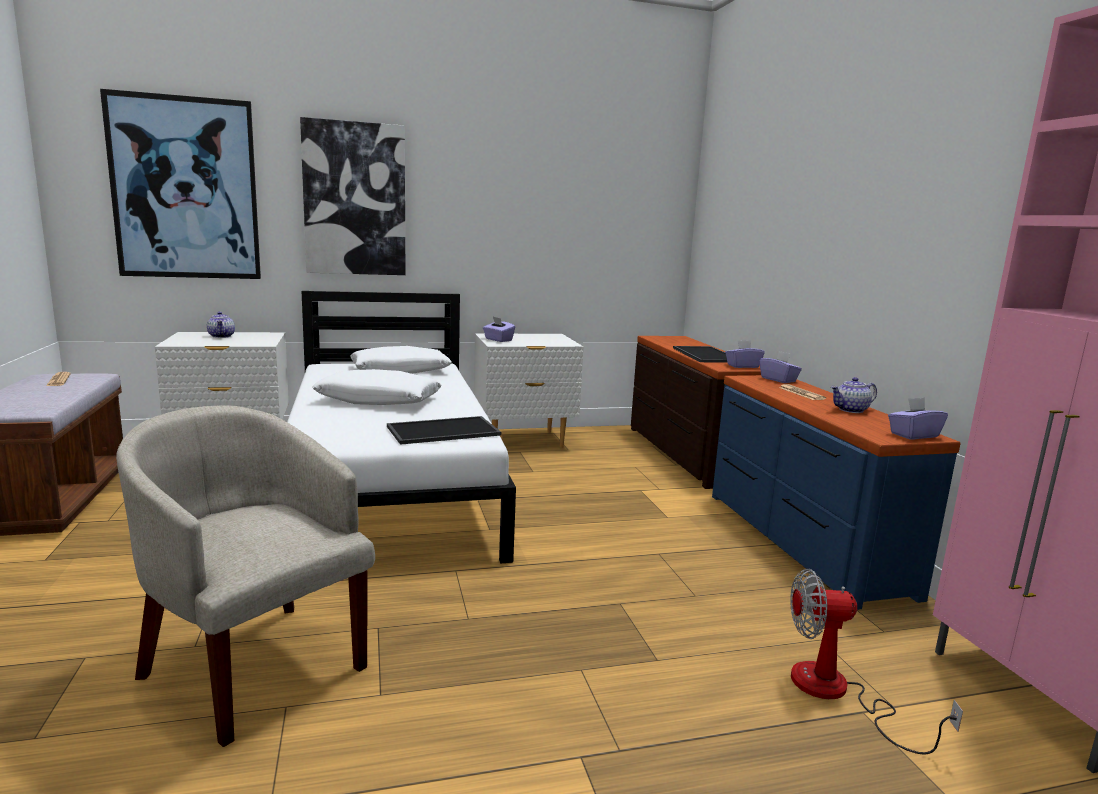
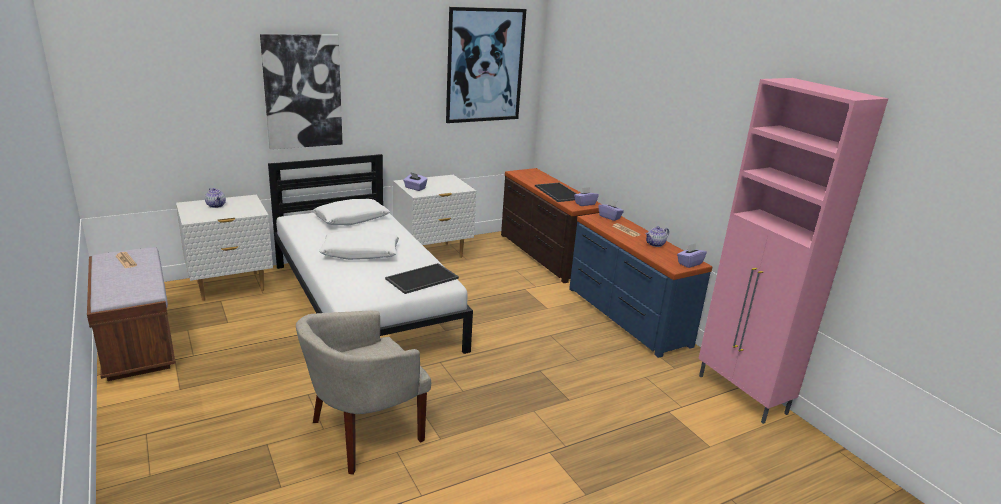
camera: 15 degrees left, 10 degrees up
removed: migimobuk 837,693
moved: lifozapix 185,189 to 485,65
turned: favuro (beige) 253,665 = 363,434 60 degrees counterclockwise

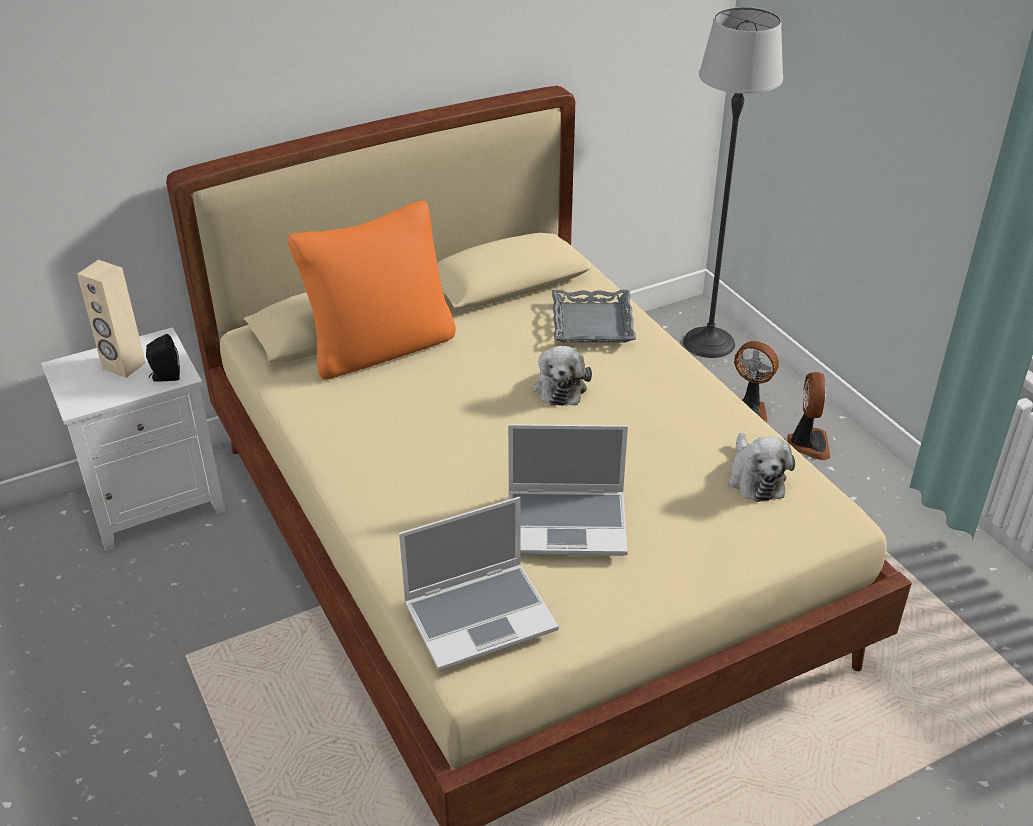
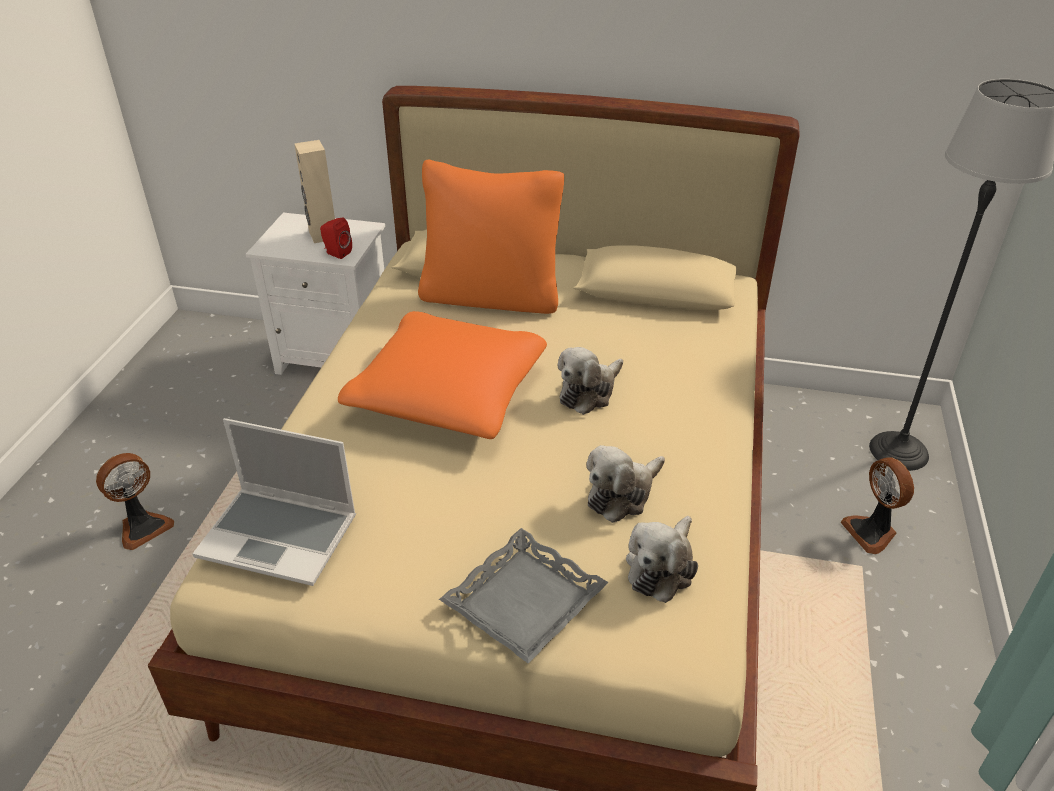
camera: 40 degrees right, 0 degrees up
removed: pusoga 568,523
added: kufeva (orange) 449,394; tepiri 622,494
moved: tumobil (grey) 593,323 to 525,602; migimobuk 807,444 to 143,527
recoloured: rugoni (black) 165,376 to rugoni (red) 336,253

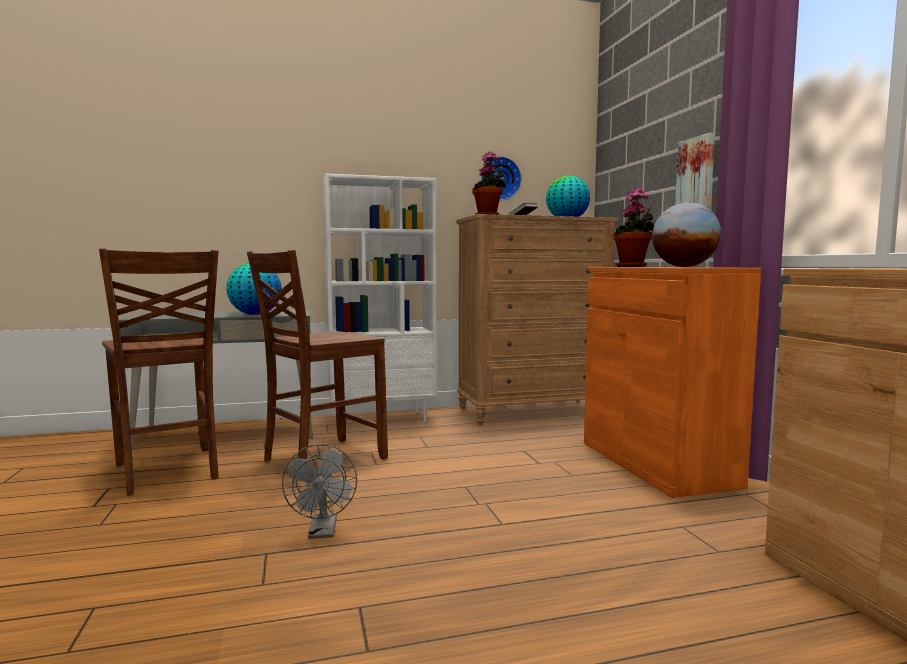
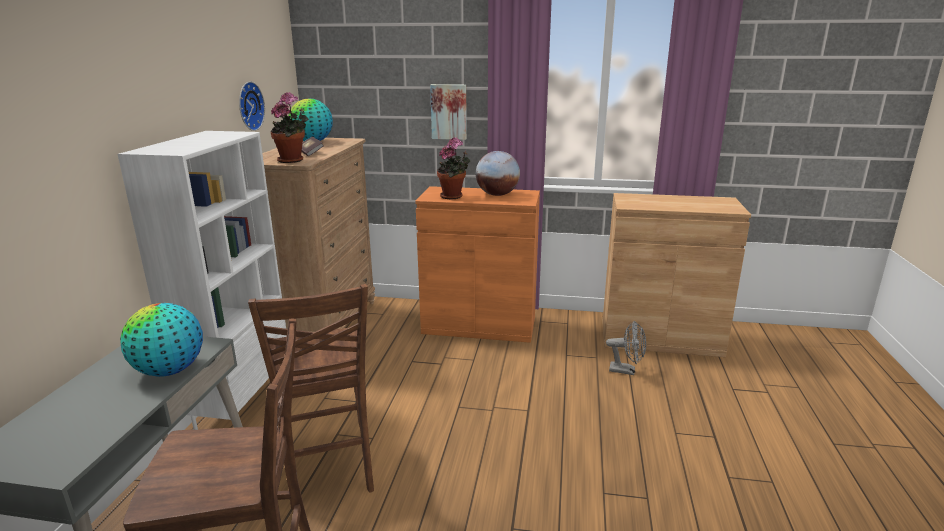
camera: 65 degrees left, 15 degrees up
moved: migimobuk (grey) 323,532 to 626,370

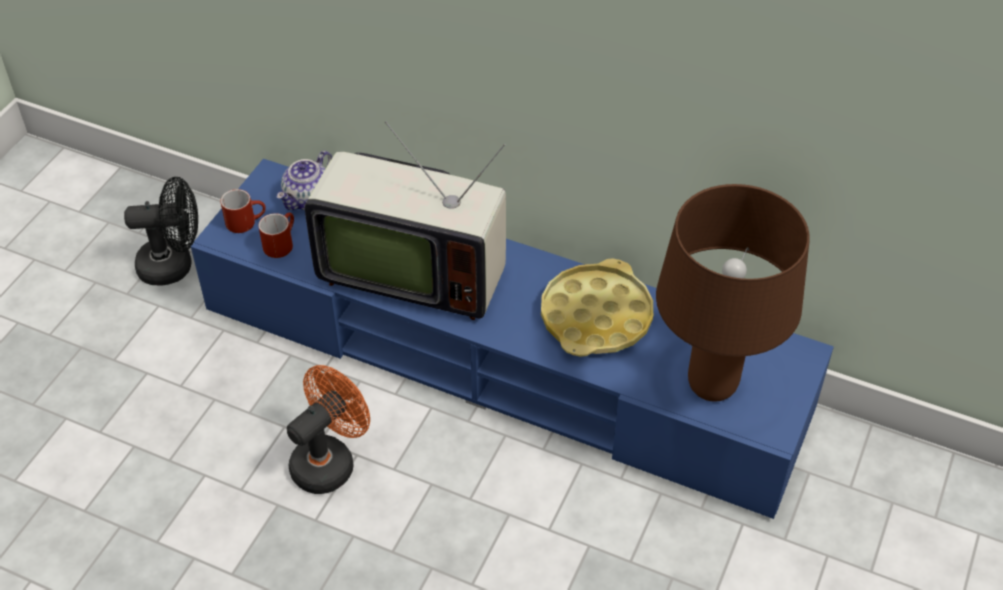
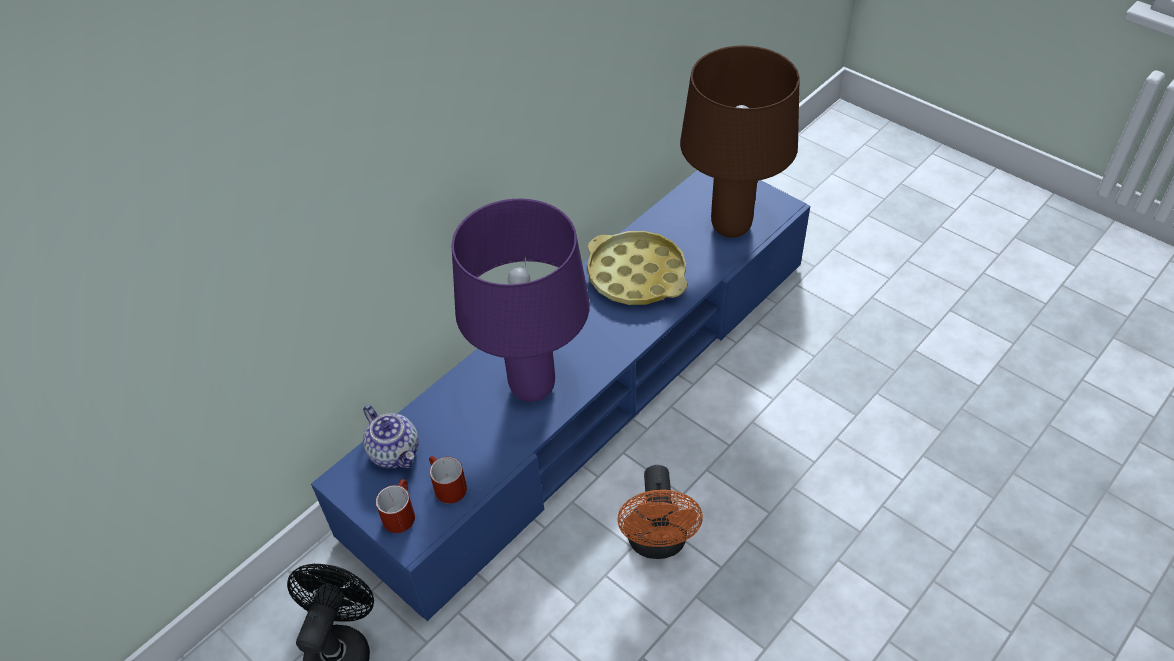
camera: 70 degrees left, 0 degrees up
replaced: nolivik 412,271 to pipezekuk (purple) 532,387
turned: migimobuk (orange) 330,460 = 658,543 150 degrees counterclockwise

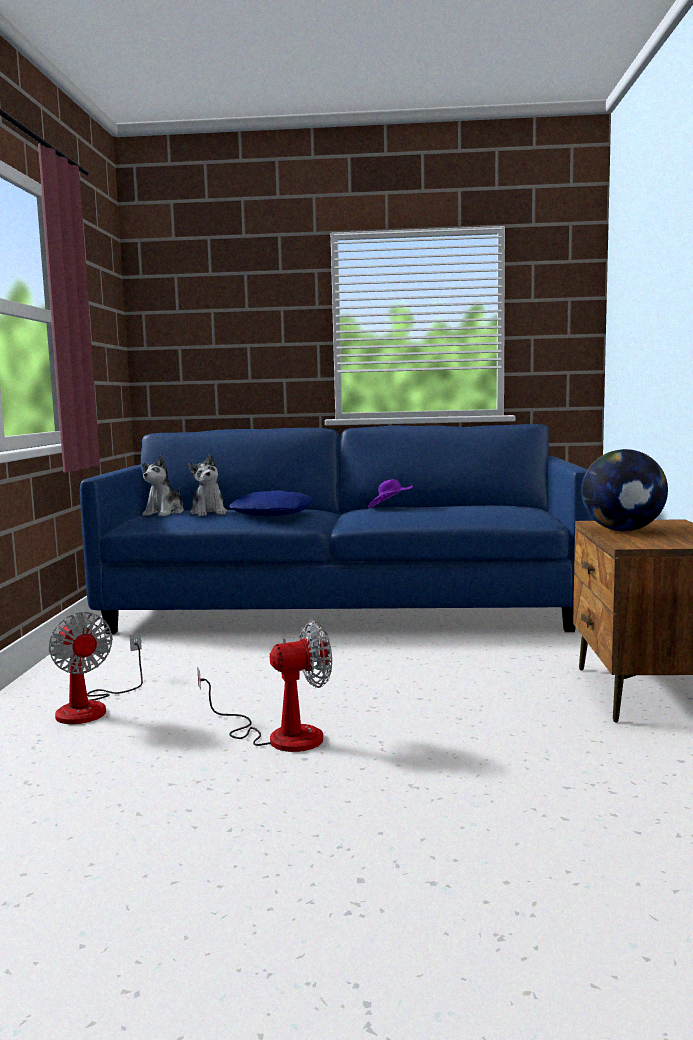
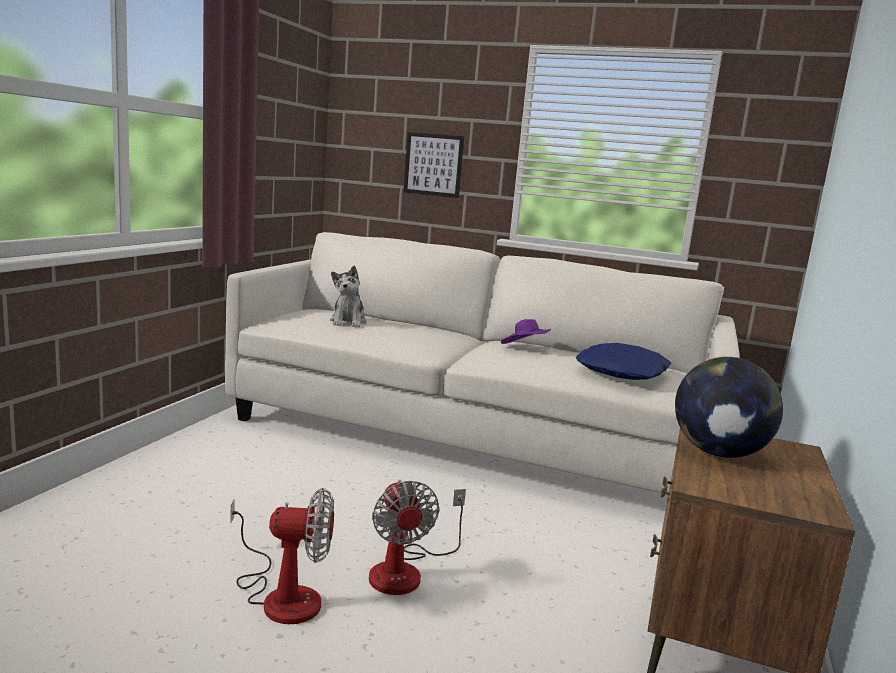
camera: 15 degrees right, 5 degrees up
removed: tepiri 165,513
added: lifozapix 433,165
moved: kufeva (blue) 273,513 to 623,372; migimobuk 92,707 to 407,570
recoloured: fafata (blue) 341,609 to fafata (white) 468,437

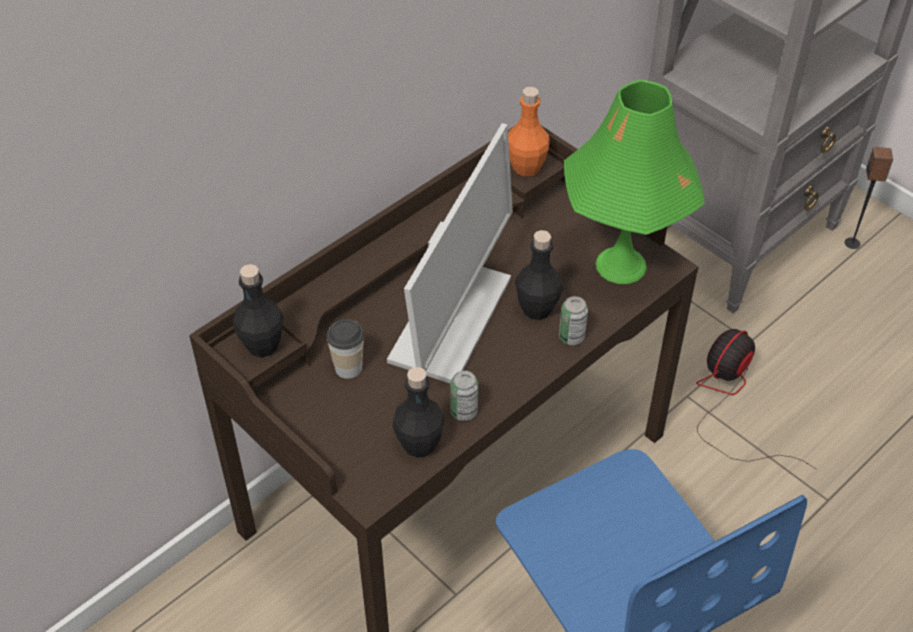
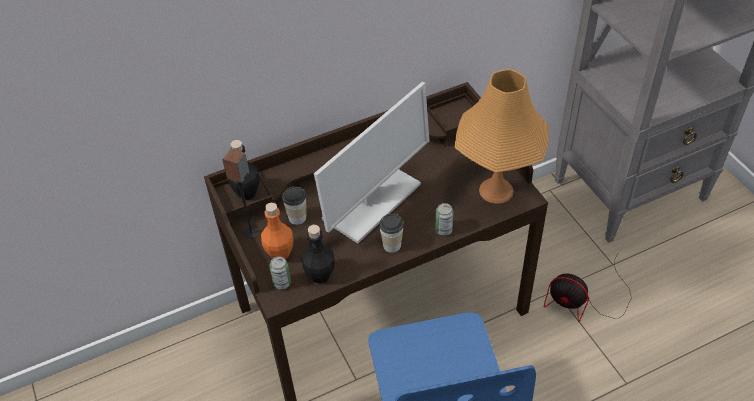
camera: 20 degrees right, 0 degrees up
removed: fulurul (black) 537,309
added: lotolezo 392,245
moved: fulurul (orange) 526,167 to 280,253; rugoni 852,243 to 251,233; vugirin 464,411 to 282,283
recoloured: pipezekuk (green) 621,265 to pipezekuk (orange) 496,191
turned: migimobuk 731,402 = 583,301 120 degrees counterclockwise

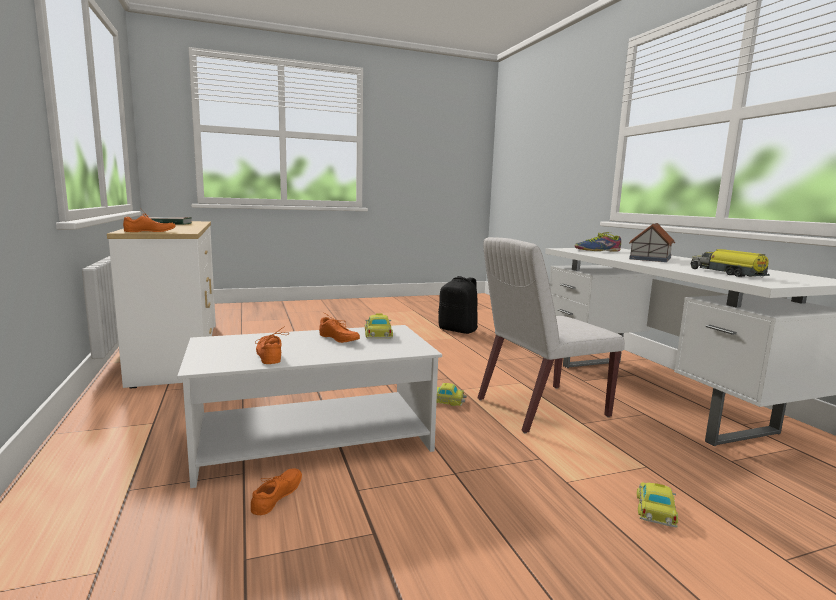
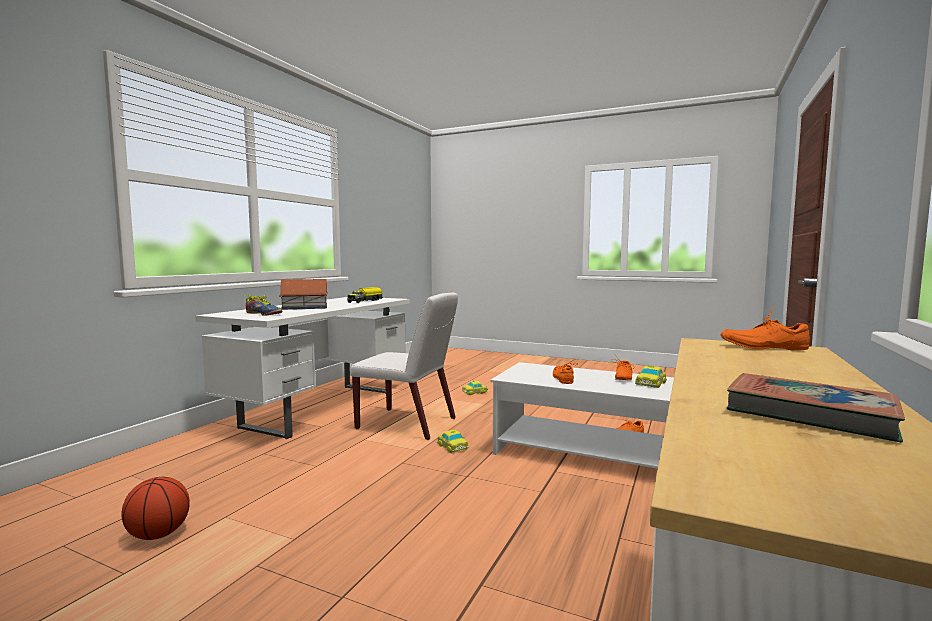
camera: 135 degrees left, 5 degrees down
moved: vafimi 378,334 to 651,383
replaced: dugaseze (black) 458,330 to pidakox 158,535

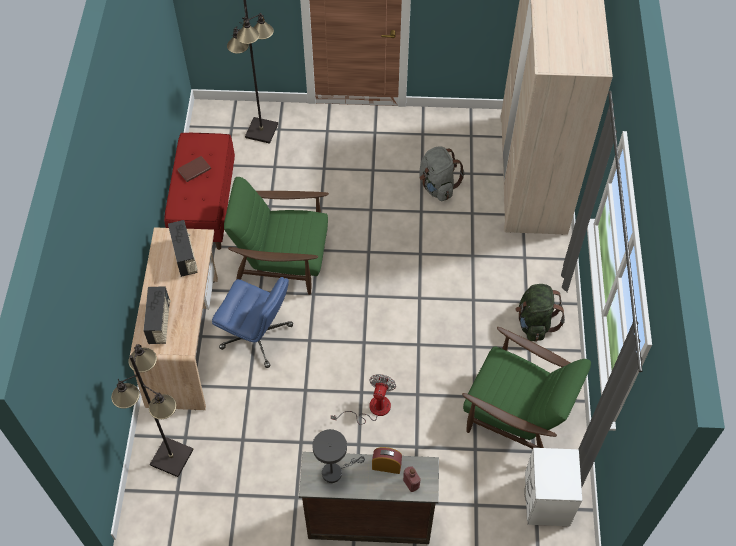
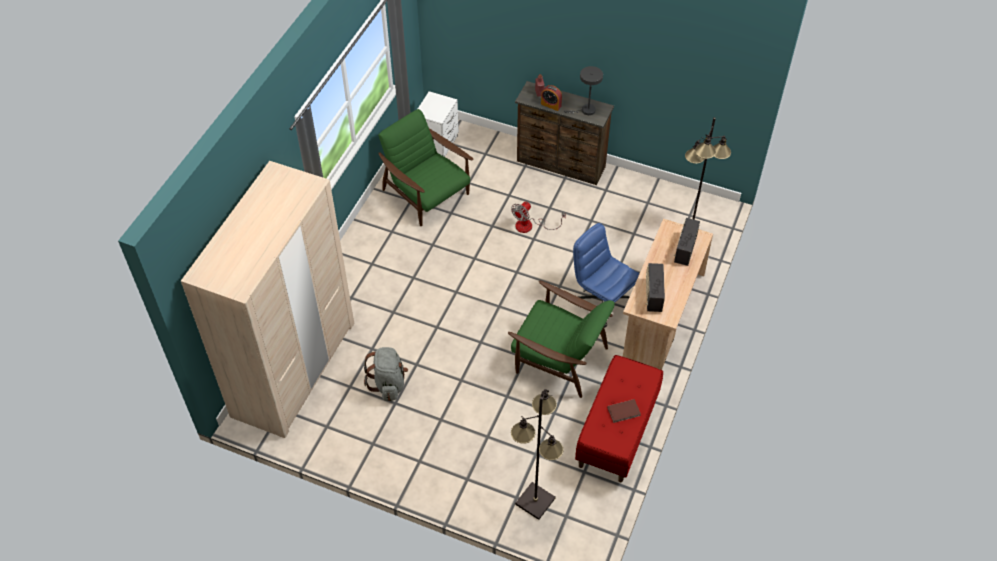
camera: 160 degrees left, 5 degrees down
removed: dugaseze (green) 534,322

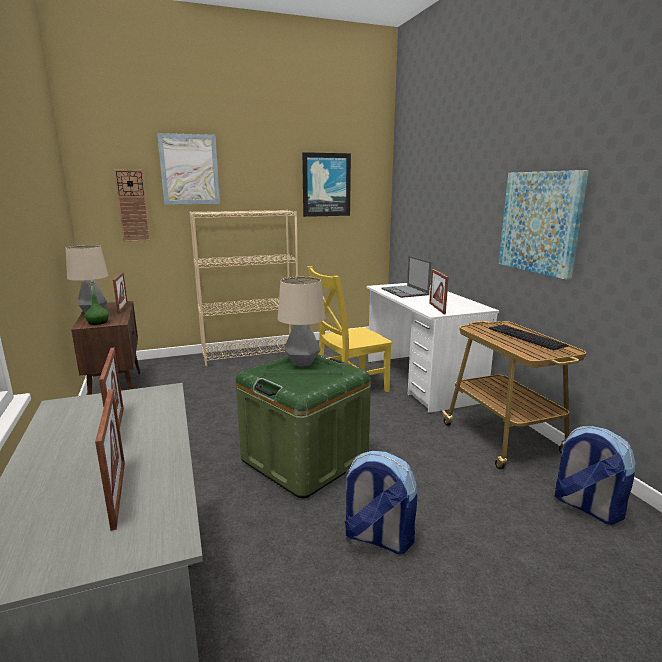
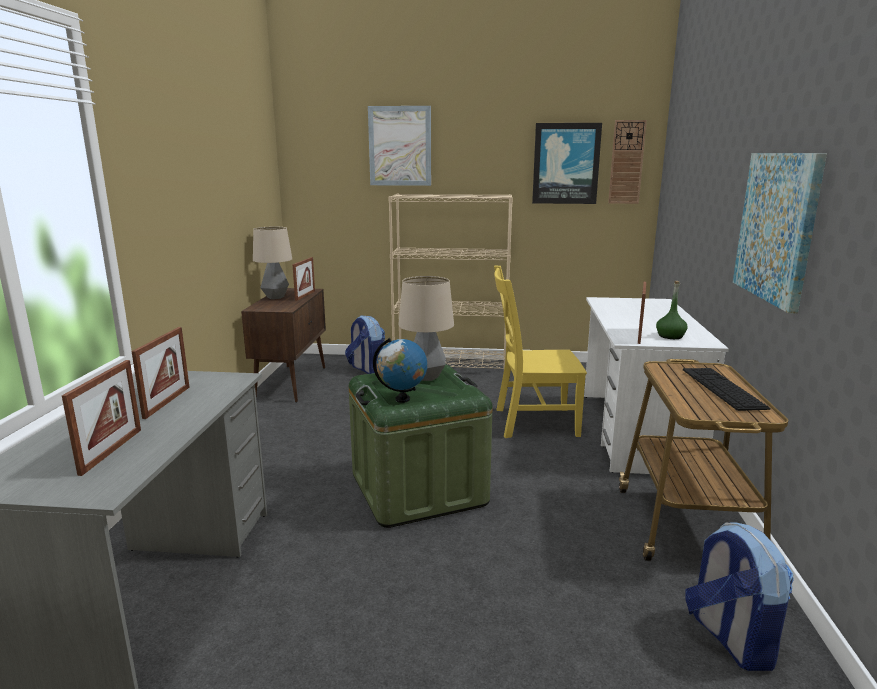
camera: 25 degrees right, 0 degrees up
removed: pusoga 405,292
added: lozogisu 402,399
moved: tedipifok 133,206 to 626,162; fulurul (green) 98,322 to 670,336; dugaseze 377,538 to 367,369

